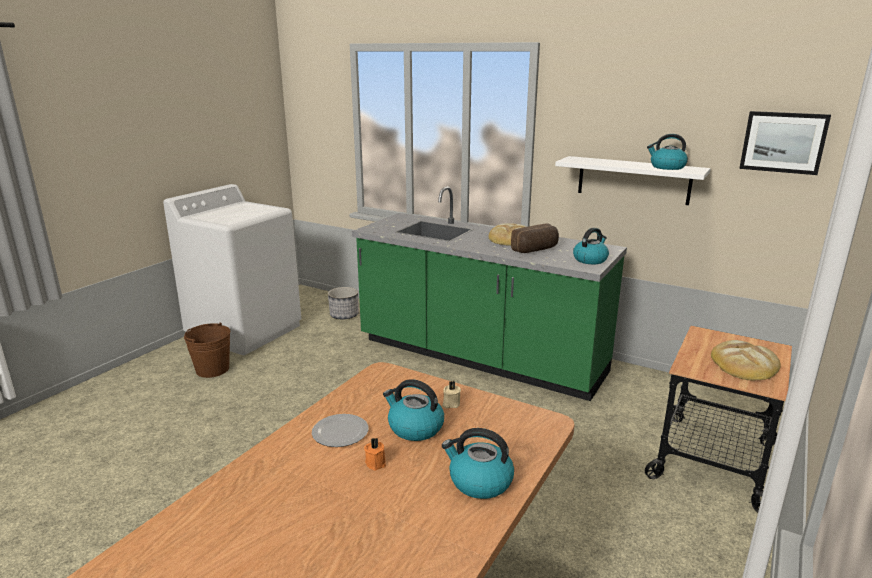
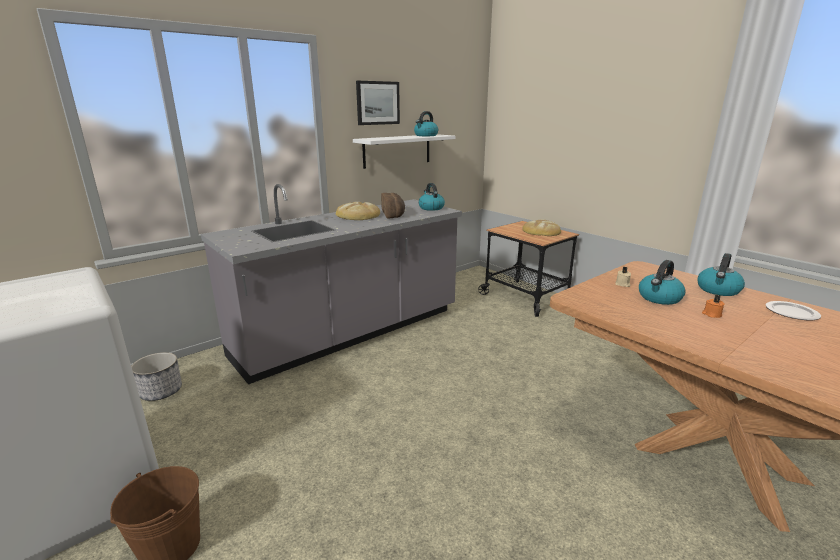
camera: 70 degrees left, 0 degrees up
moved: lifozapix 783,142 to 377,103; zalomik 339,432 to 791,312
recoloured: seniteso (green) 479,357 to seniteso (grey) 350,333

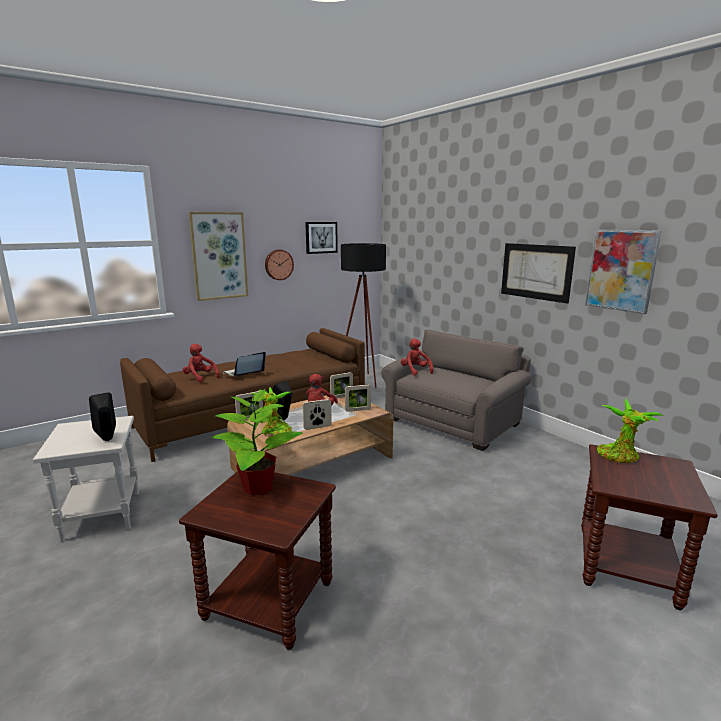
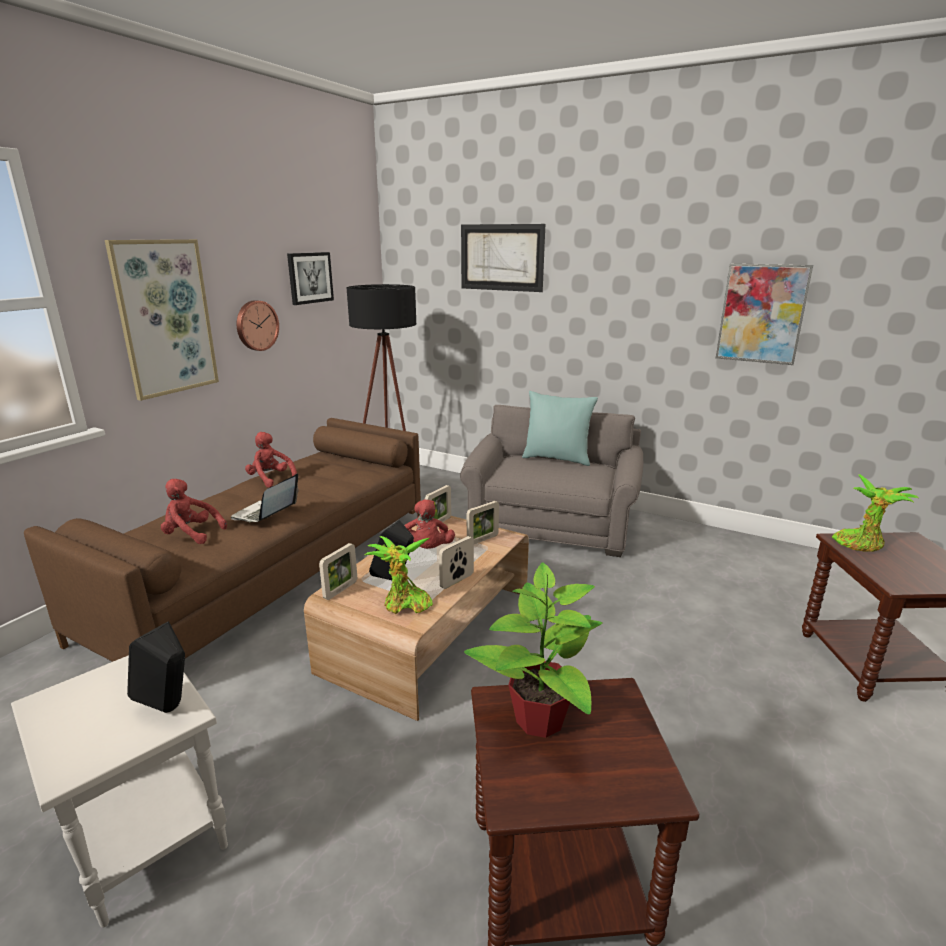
camera: 25 degrees left, 5 degrees up
added: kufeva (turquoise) 557,458
moved: lifozapix 536,271 to 501,257; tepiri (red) 415,371 to 271,479

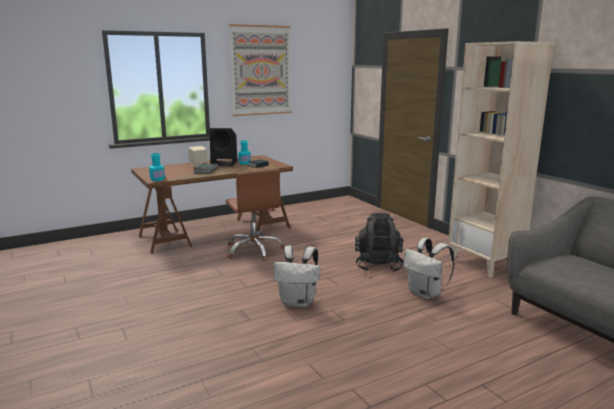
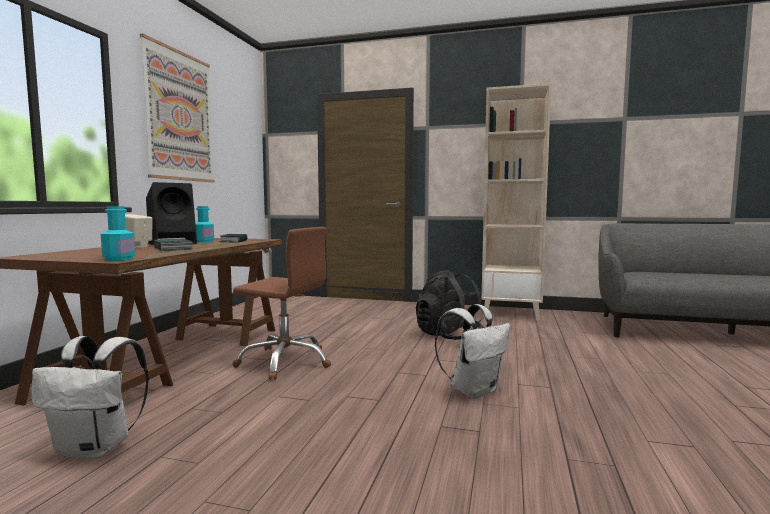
camera: 45 degrees left, 10 degrees down
moved: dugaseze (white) 426,294 to 97,448

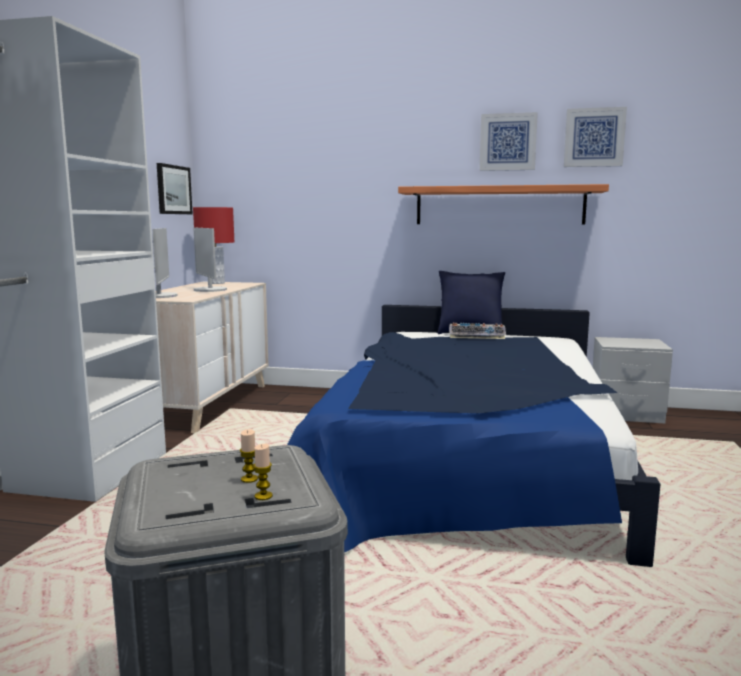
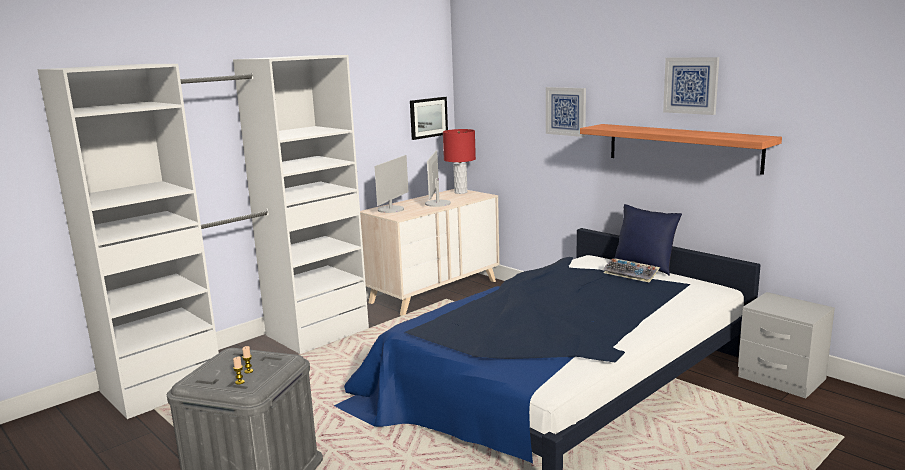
camera: 35 degrees right, 5 degrees up
moved: lifozapix 594,137 to 566,111

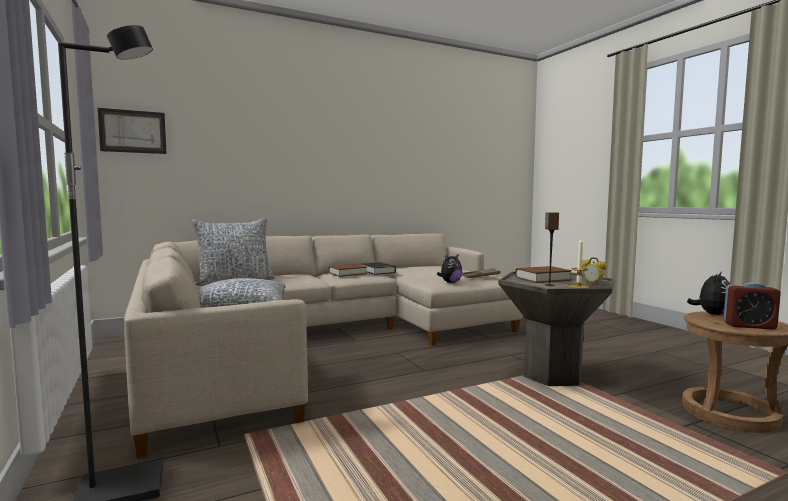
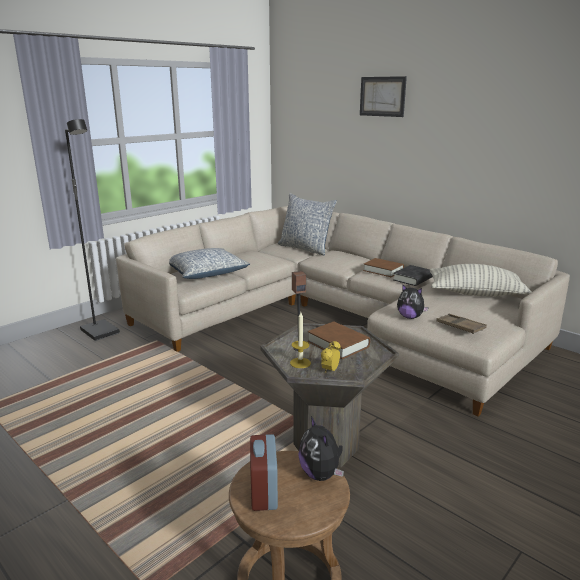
camera: 70 degrees right, 15 degrees up
added: kufeva 475,293
moved: lifozapix 133,131 to 382,96
turned: tepiri 712,314 = 321,474 45 degrees clockwise

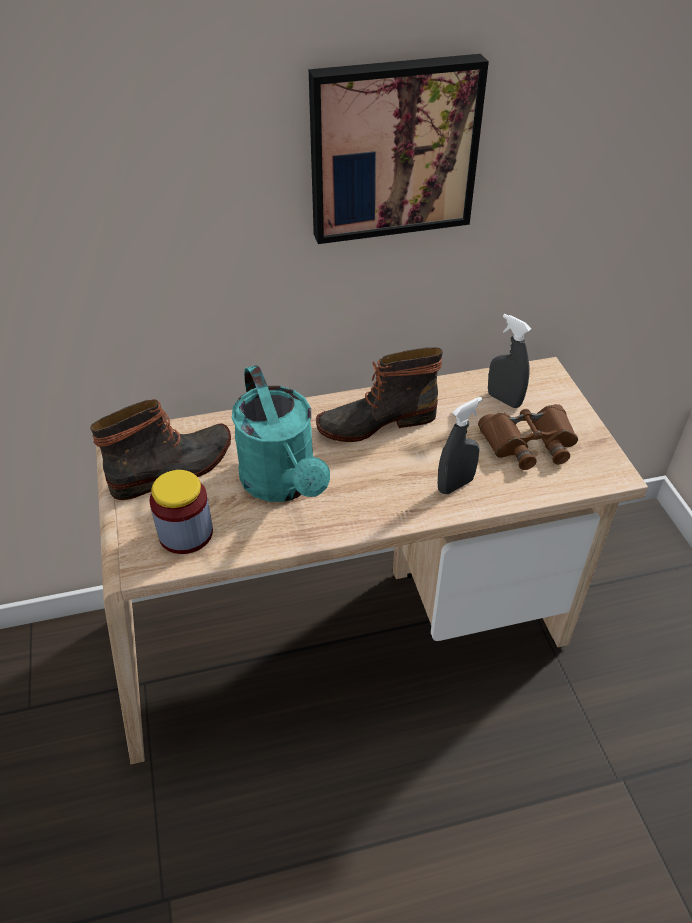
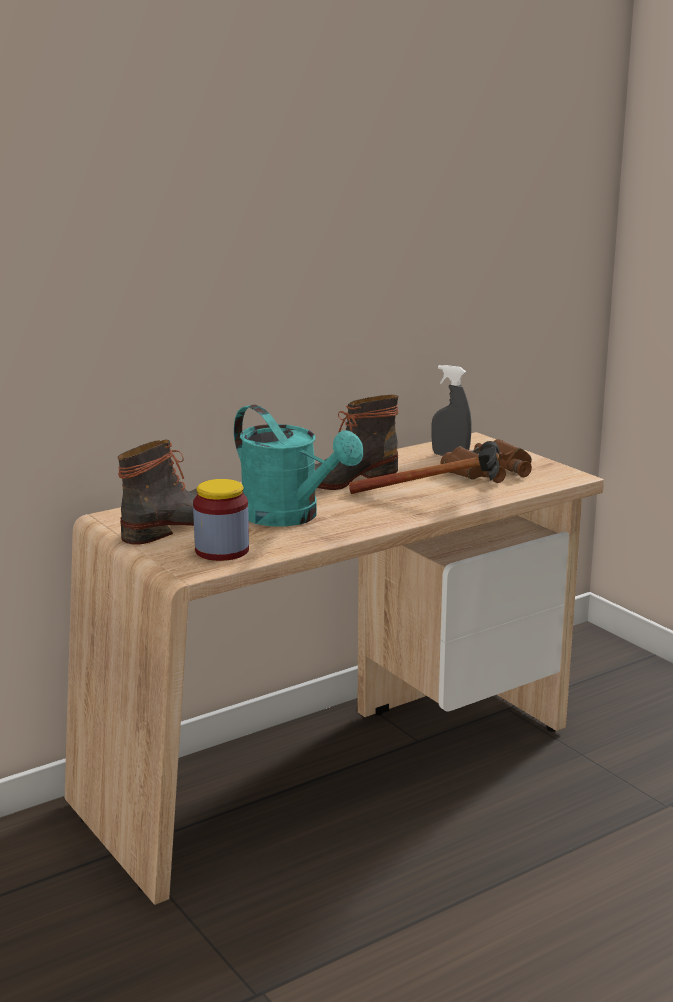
camera: 20 degrees left, 25 degrees down
removed: lifozapix 392,148
replaced: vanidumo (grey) 455,485 to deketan 445,498

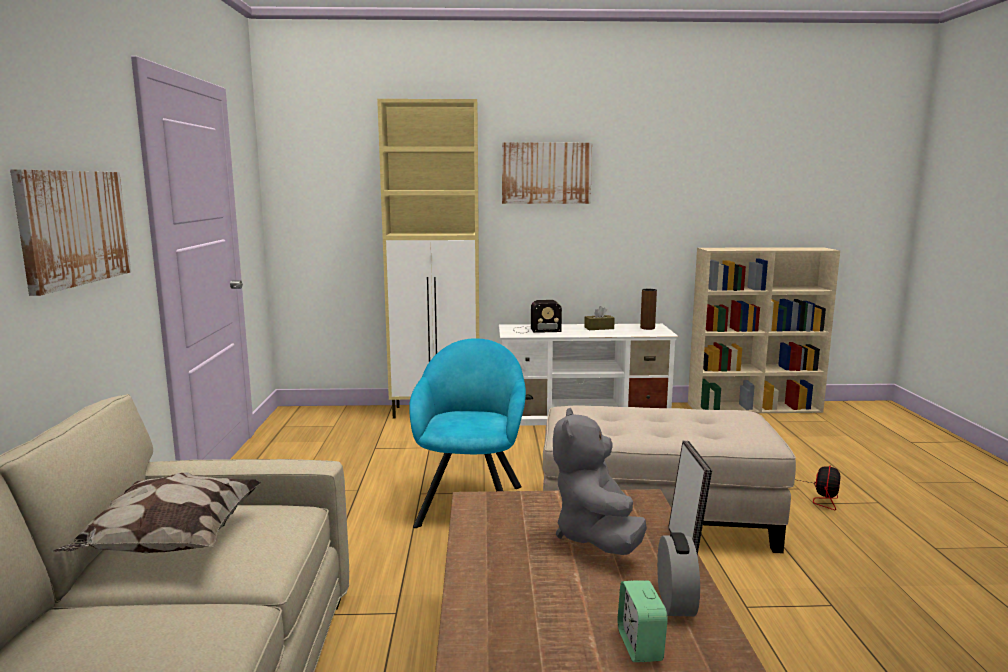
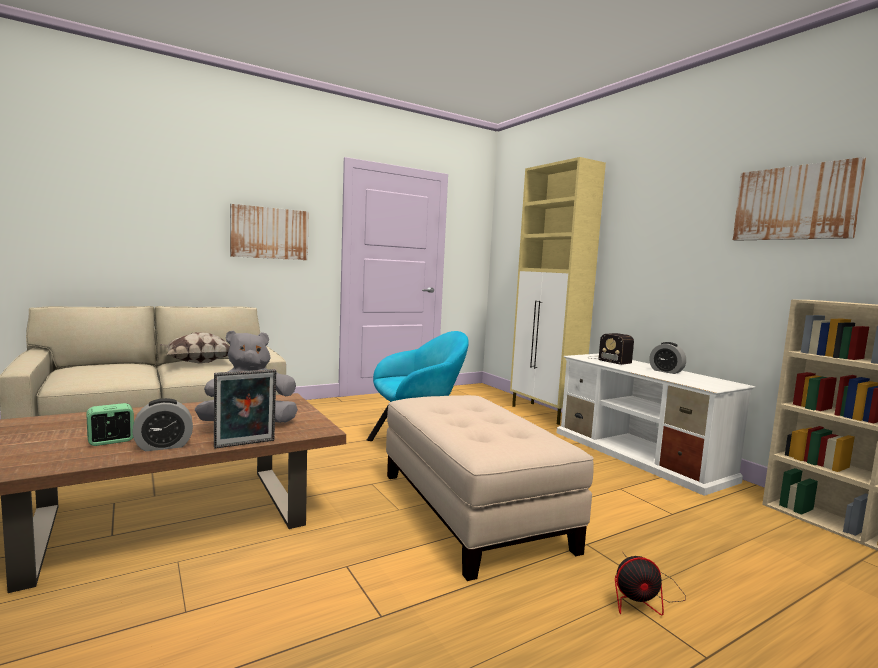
camera: 60 degrees right, 5 degrees down
removed: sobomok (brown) 647,328
moved: lifozapix 546,173 to 794,203
replaced: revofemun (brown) 599,328 to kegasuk 666,371

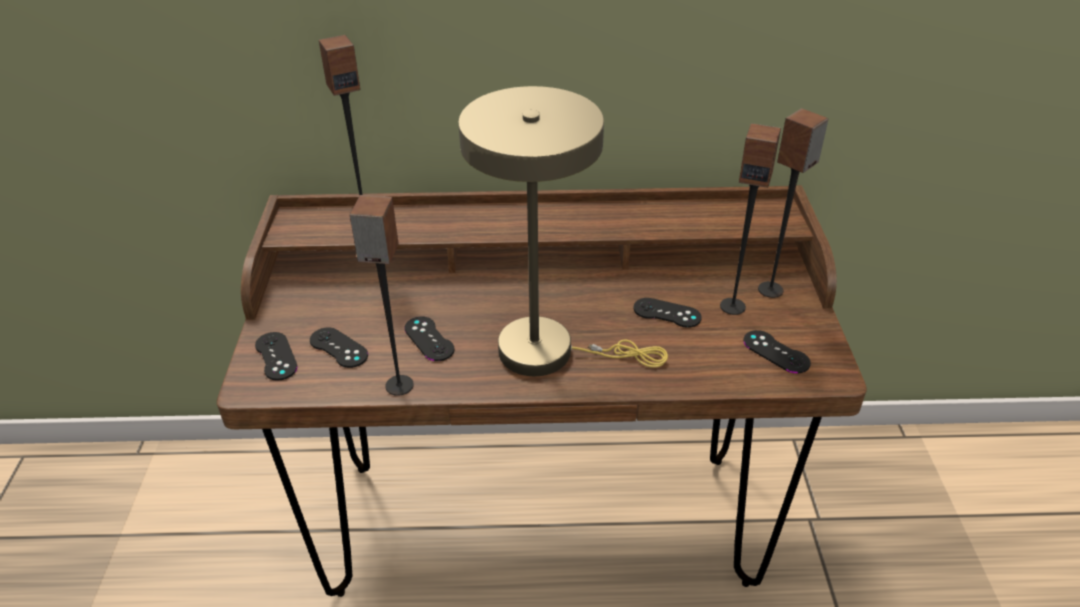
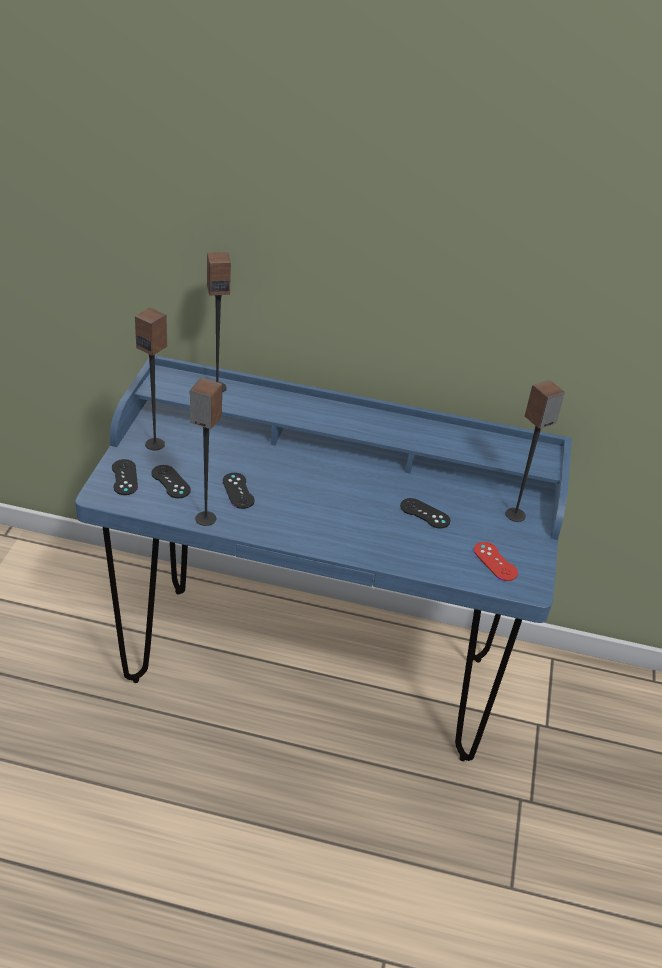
camera: 10 degrees right, 0 degrees up
removed: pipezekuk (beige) 549,351
moved: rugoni 732,306 to 155,444
recoloured: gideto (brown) 542,521 to gideto (blue) 311,668; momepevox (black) 776,352 to momepevox (red) 495,561

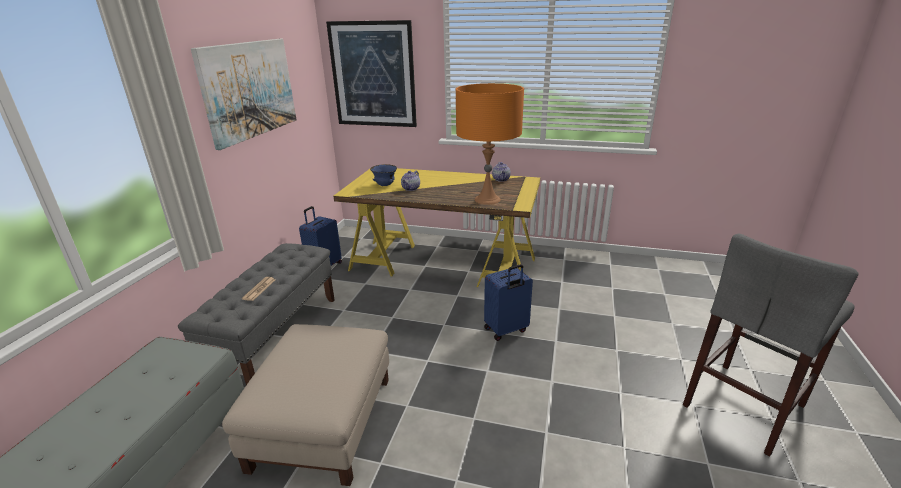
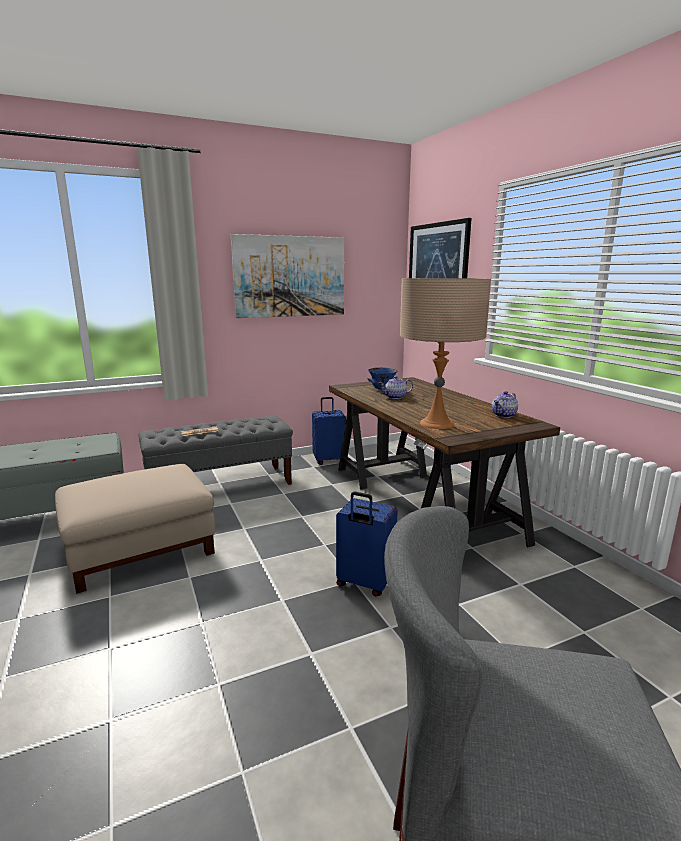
camera: 50 degrees right, 10 degrees down
recoloured: pipezekuk (orange) 487,199 to pipezekuk (beige) 436,423; gideto (yellow) 443,264 to gideto (brown) 422,501

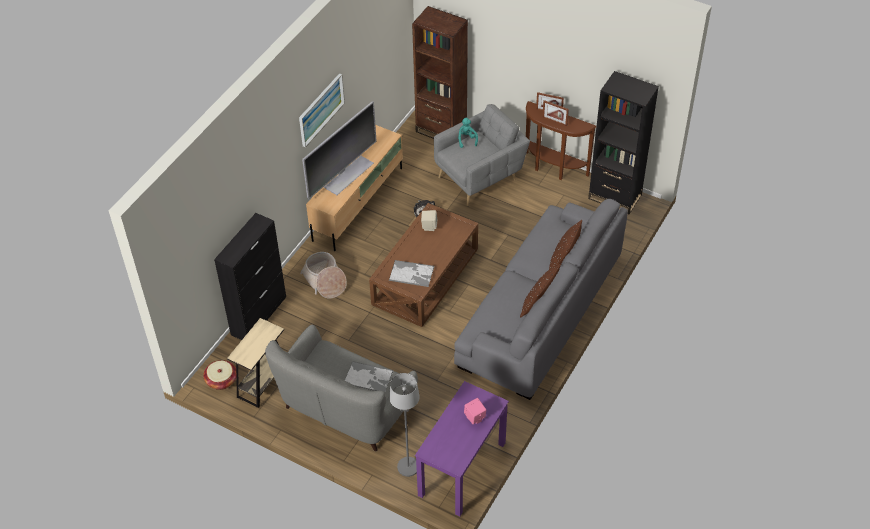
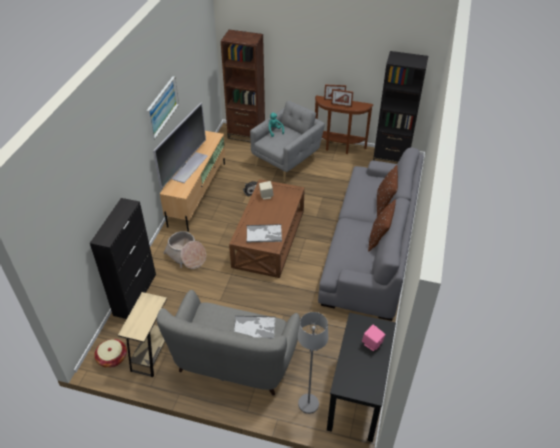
camera: 15 degrees left, 5 degrees down
recoloured: gideto (purple) 462,469 to gideto (black) 357,395

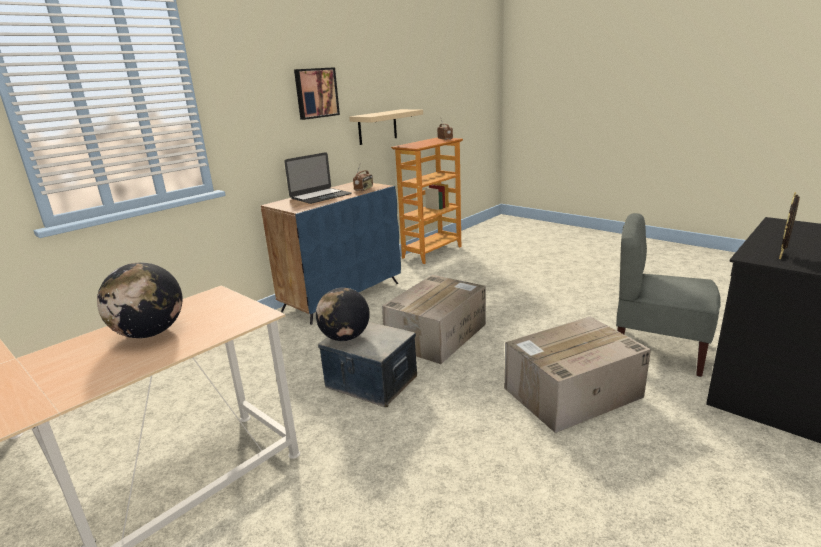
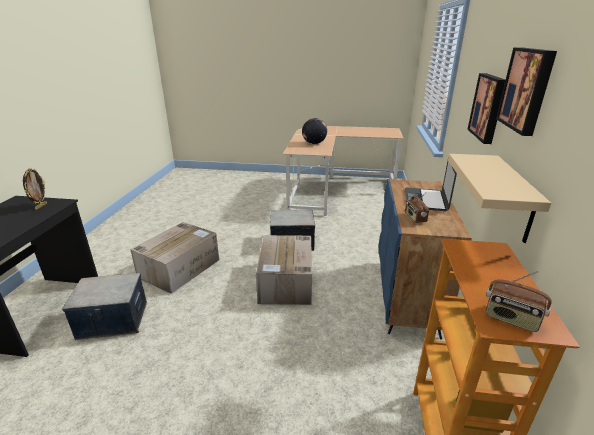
camera: 145 degrees right, 5 degrees up
removed: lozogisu 345,337
added: lifozapix 527,89
replaced: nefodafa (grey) 657,350 to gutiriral 113,321

